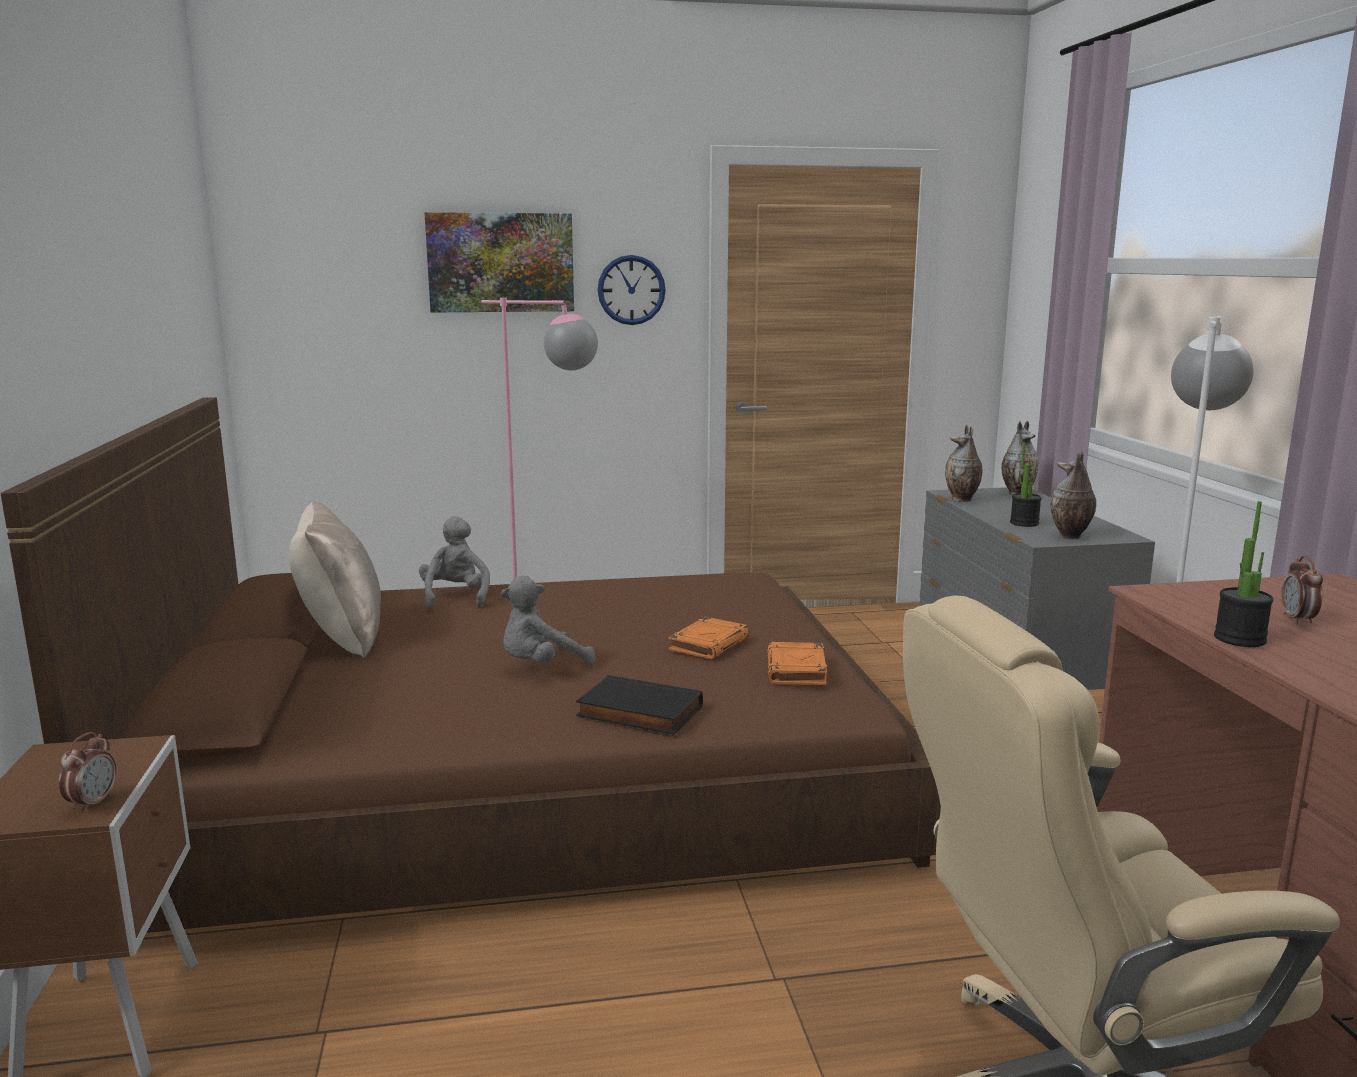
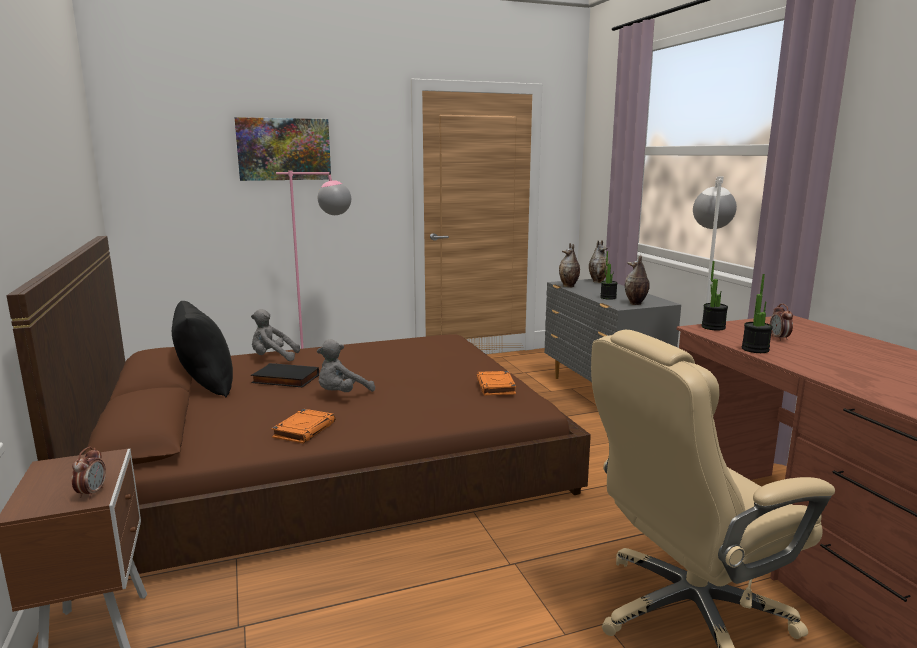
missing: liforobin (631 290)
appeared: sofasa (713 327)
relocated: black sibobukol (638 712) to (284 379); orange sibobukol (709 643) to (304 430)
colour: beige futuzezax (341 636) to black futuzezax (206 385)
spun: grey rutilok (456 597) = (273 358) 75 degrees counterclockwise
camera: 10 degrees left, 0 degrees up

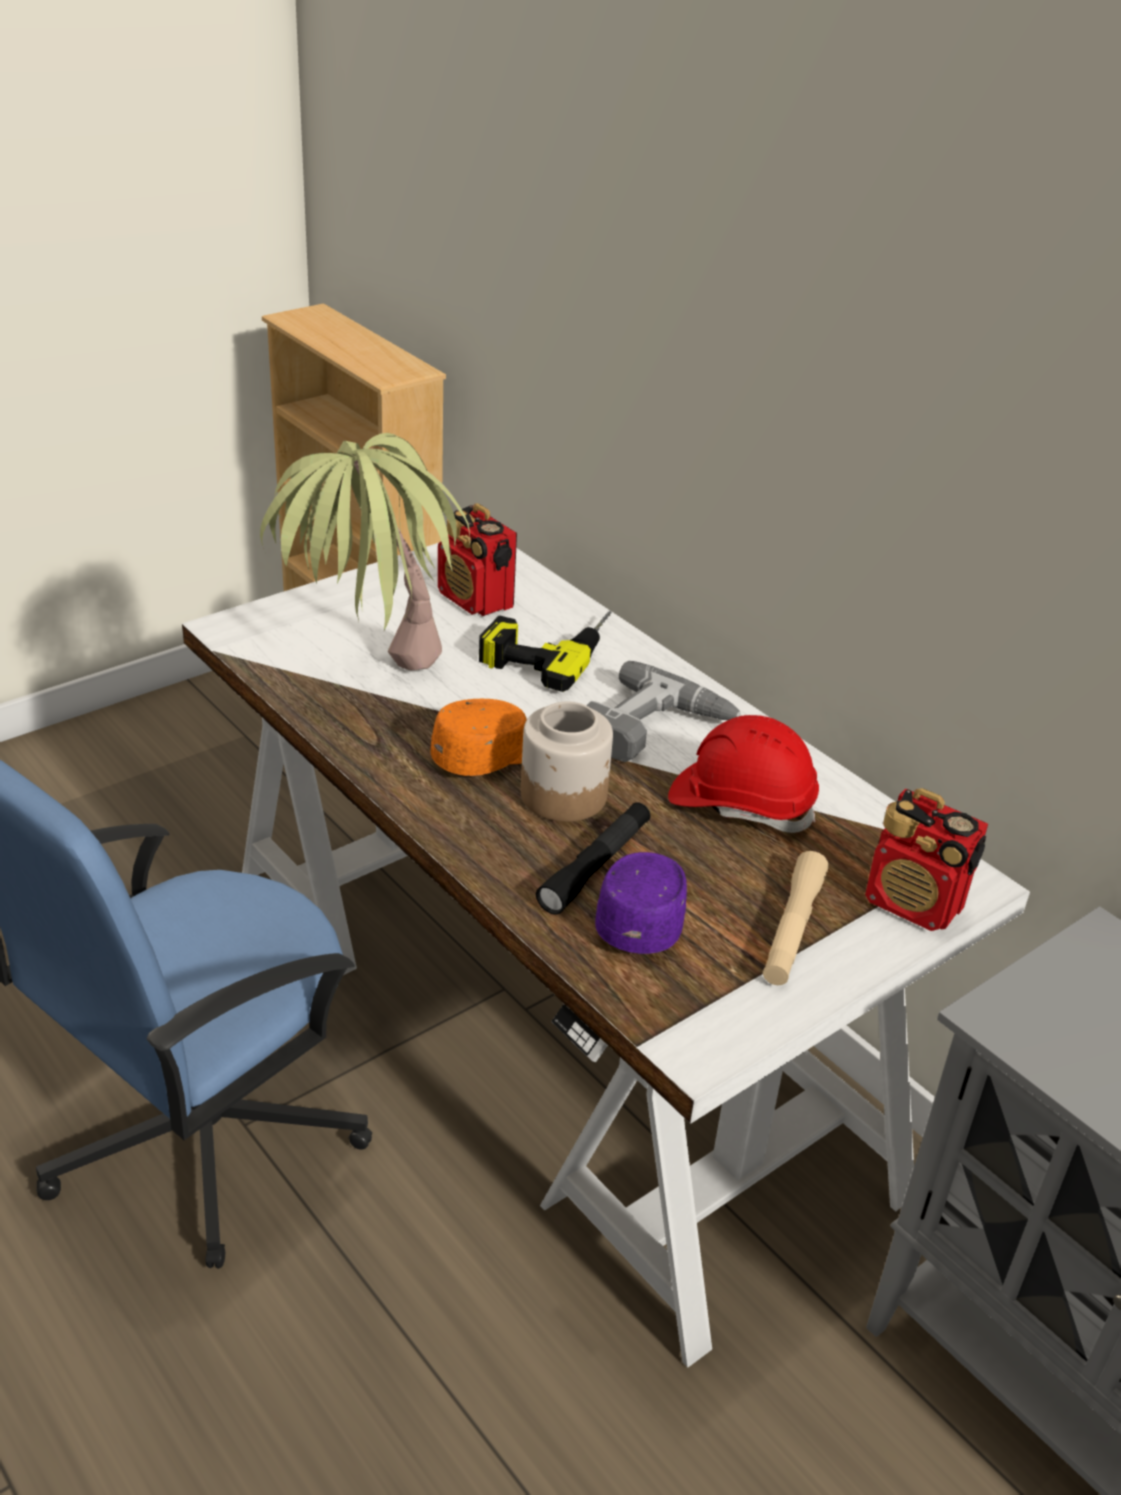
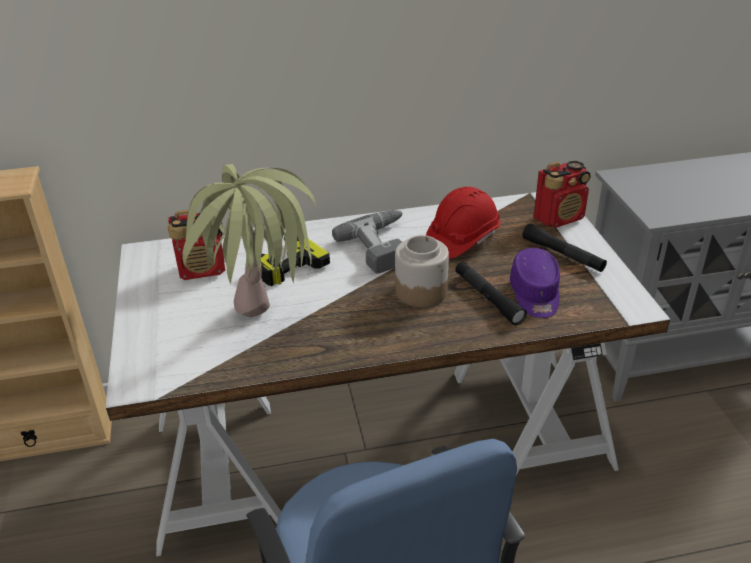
missing: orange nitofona (488 755)
colour: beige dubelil (792 929) to black dubelil (562 255)
spun: purple nitofona (643 917) = (535 295) 135 degrees counterclockwise
camera: 60 degrees left, 0 degrees up

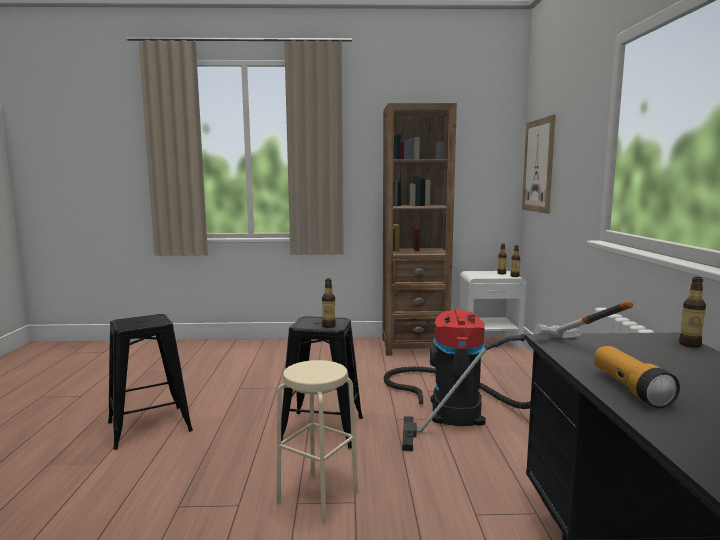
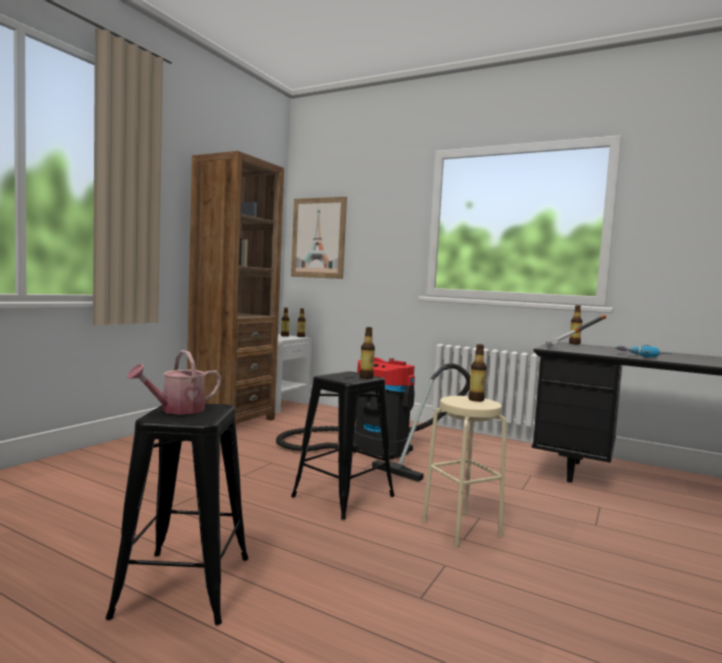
appeared: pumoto (177 410); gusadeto (476 400)
exchanged: dubelil (630 389) to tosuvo (641 356)
camera: 60 degrees left, 5 degrees down

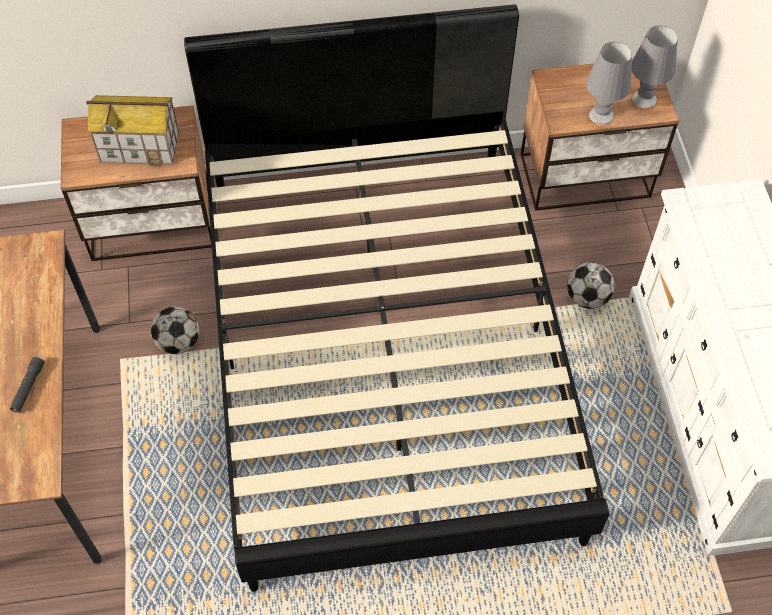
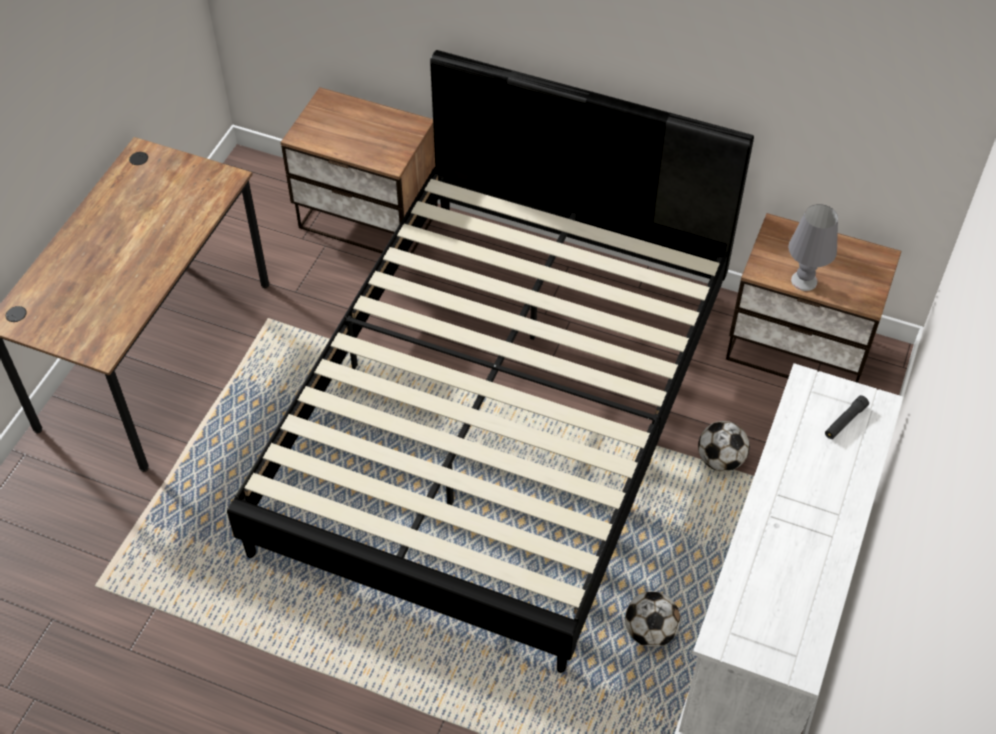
missing: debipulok (140 146); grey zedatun (644 99)
relocated: black dubelil (28 388) to (845 421); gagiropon (178 342) to (650 631)
camera: 30 degrees right, 5 degrees down

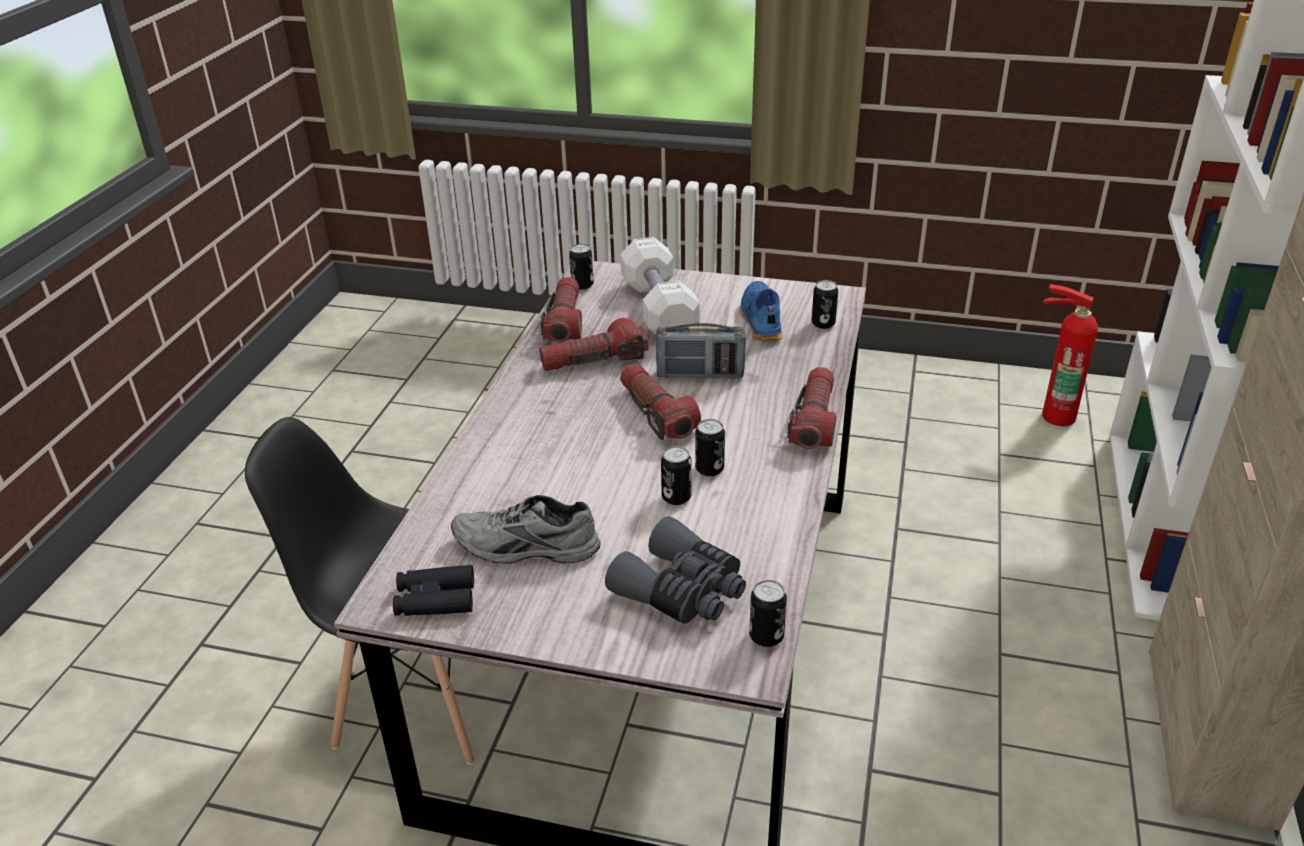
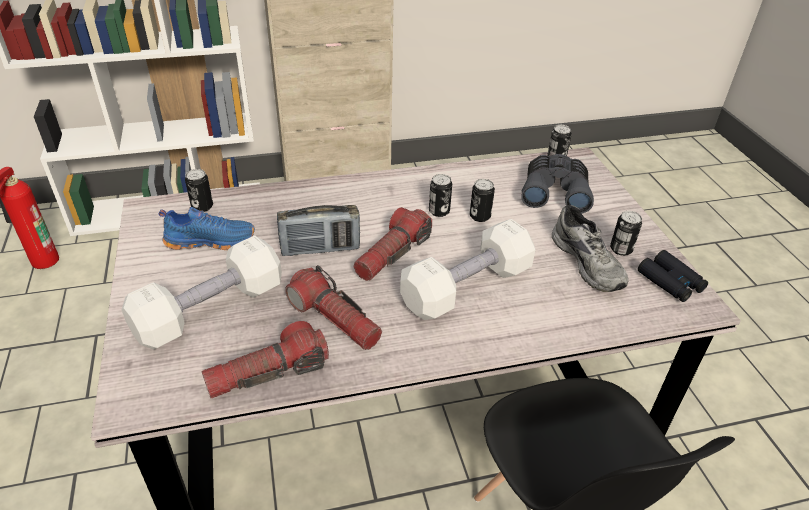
missing: dubelil (814 421)
appeared: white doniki (466 287)
relocated: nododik (582 285) to (621 249)
spun: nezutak (700 374) = (320 249) 105 degrees clockwise; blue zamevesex (760 321) = (211 240) 150 degrees counterclockwise
camera: 120 degrees left, 5 degrees up

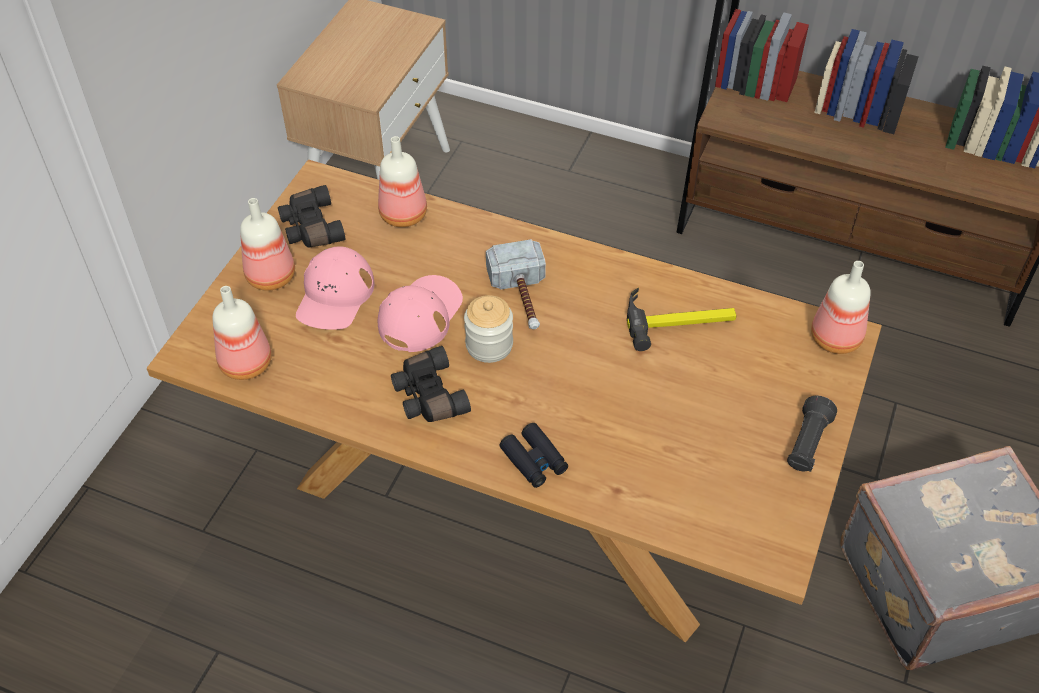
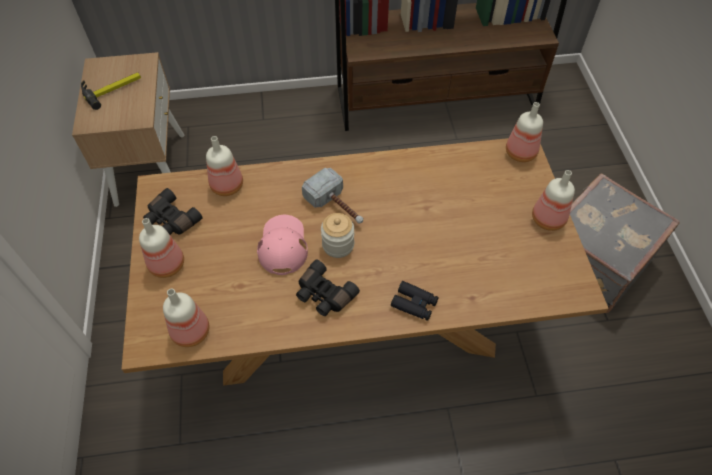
missing: pink nitofona (335 295)
relocated: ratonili (679 320) to (113 88)
exchanged: black dubelil (807 444) to gusadeto (549 220)
camera: 30 degrees left, 5 degrees up

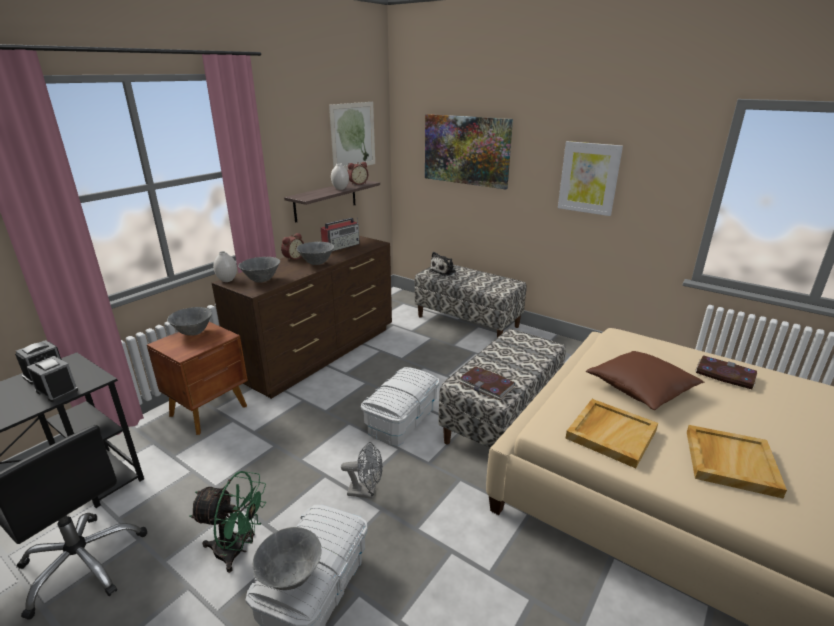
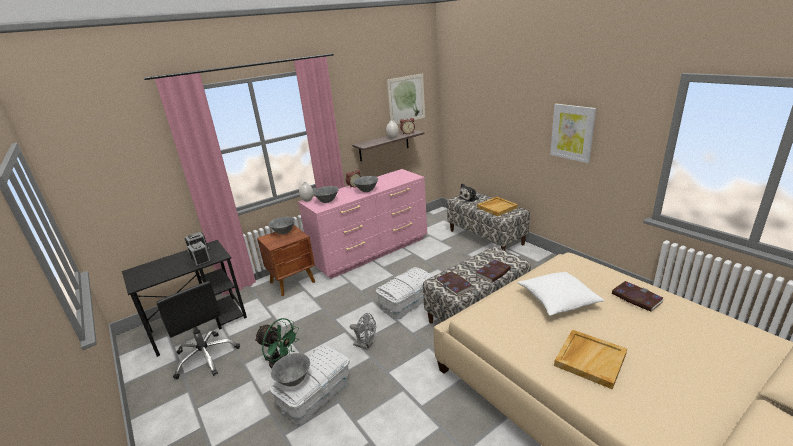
missing: nezutak (341 246); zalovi (466 150)
appeared: sibobukol (493 272)
relocated: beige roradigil (610 433) to (497 207)
colour: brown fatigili (320 353) to pink fatigili (372 251); brown futuzezax (640 389) to white futuzezax (558 300)
camera: 20 degrees right, 0 degrees up

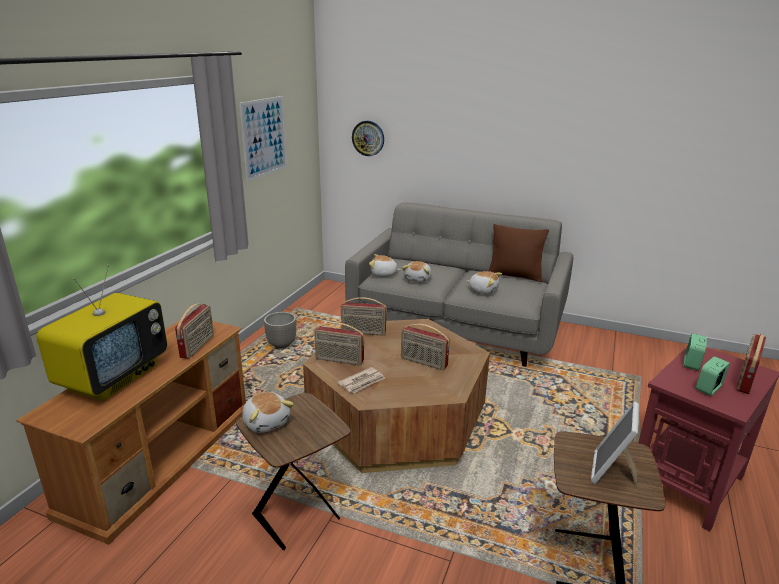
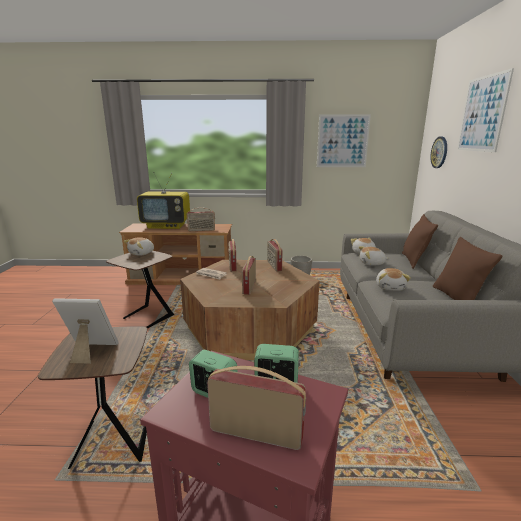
appeared: brown futuzezax (414 261); zalovi (482 114)
camera: 70 degrees right, 5 degrees down

